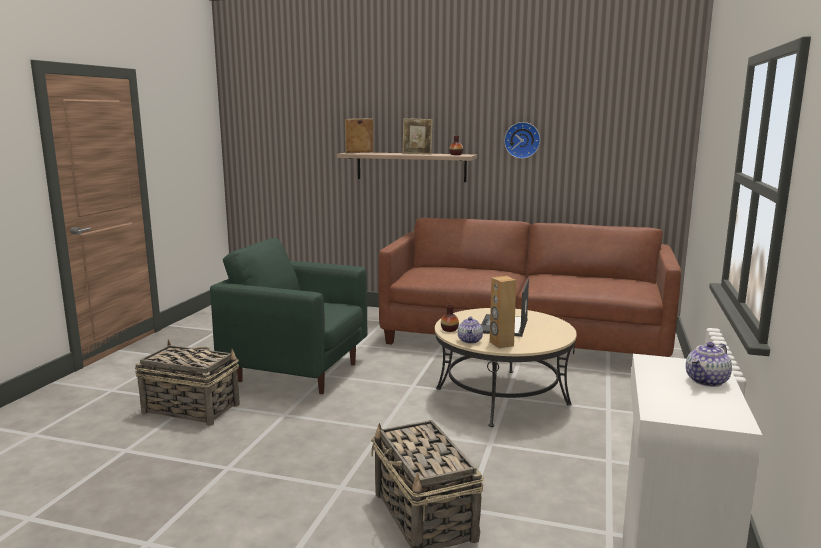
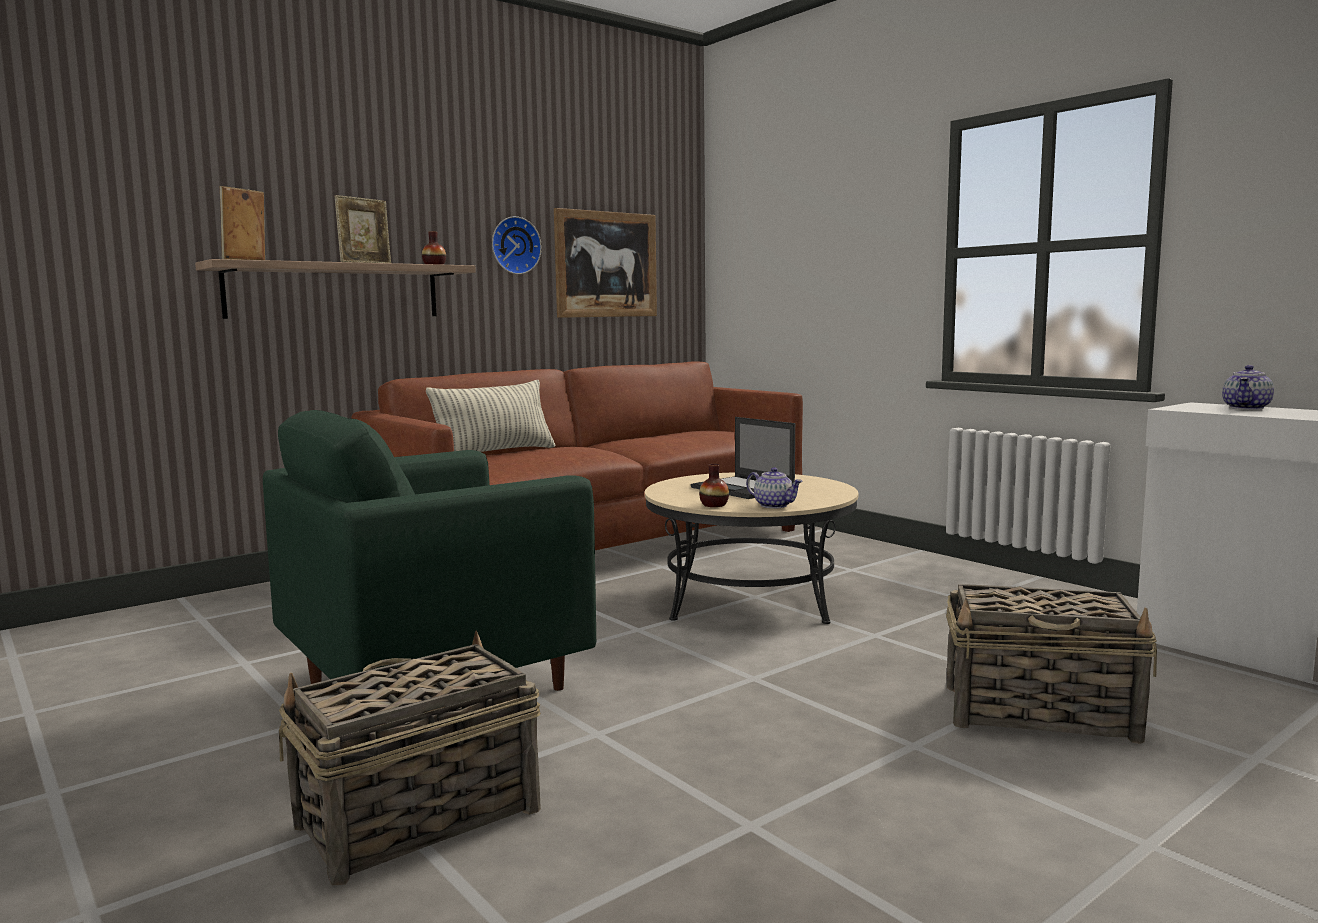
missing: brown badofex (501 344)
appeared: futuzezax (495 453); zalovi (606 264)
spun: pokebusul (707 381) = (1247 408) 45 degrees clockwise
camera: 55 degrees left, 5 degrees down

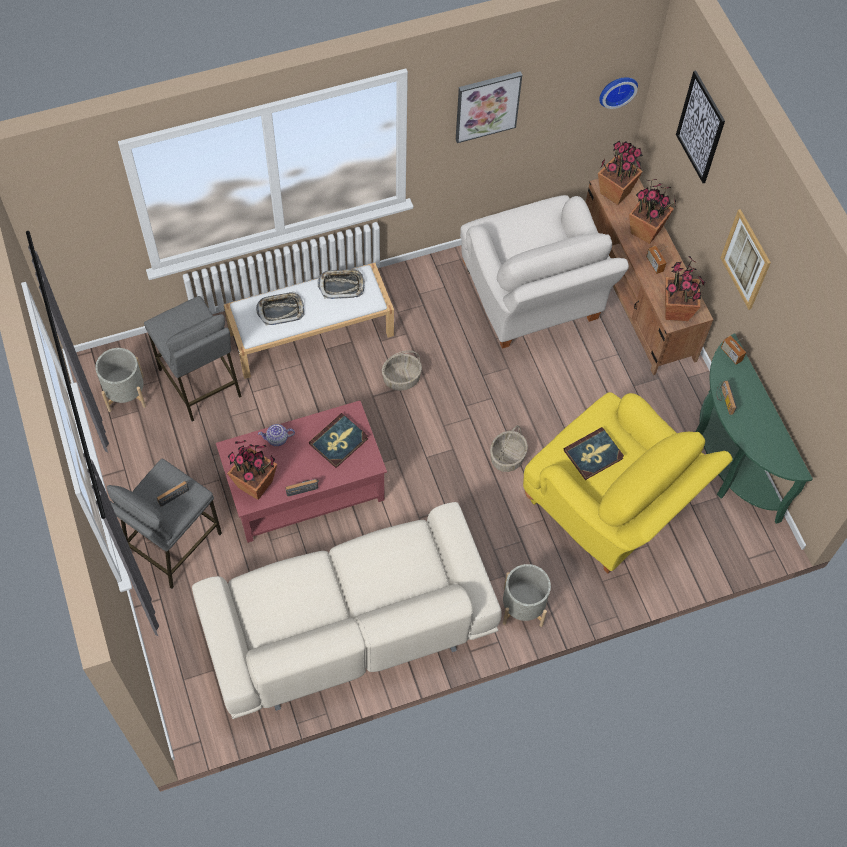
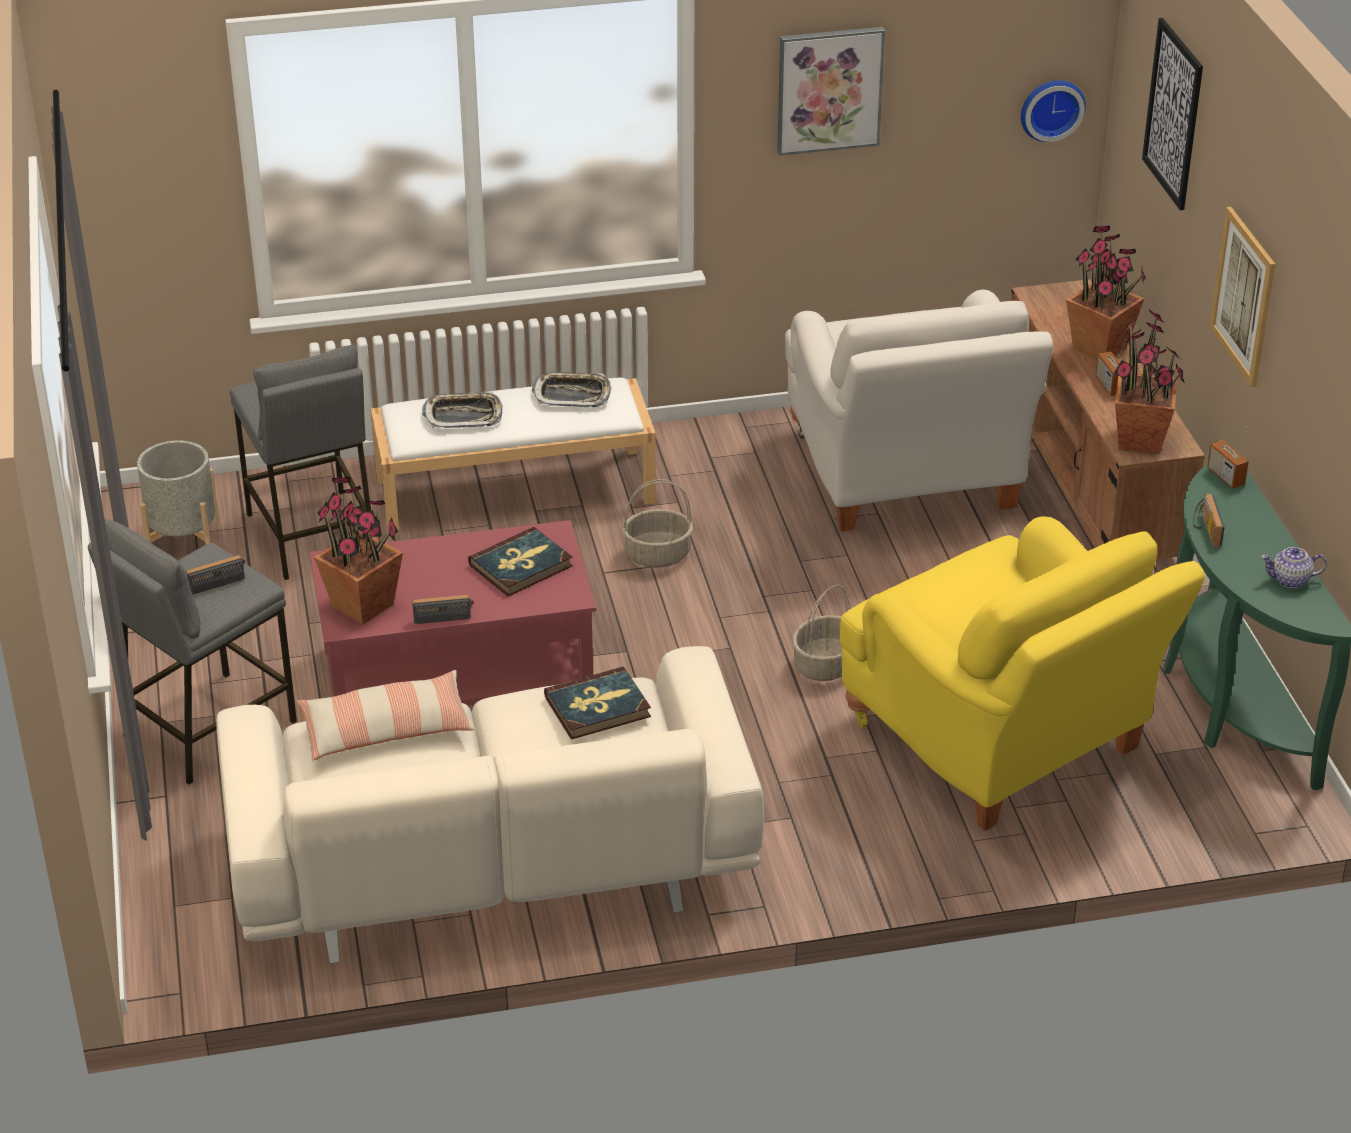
missing: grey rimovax (523 606); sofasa (615 192)
appeared: futuzezax (386 730)
relocated: pokebusul (277 439) to (1291 580); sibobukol (593 455) to (597 707)
camera: 10 degrees right, 25 degrees down

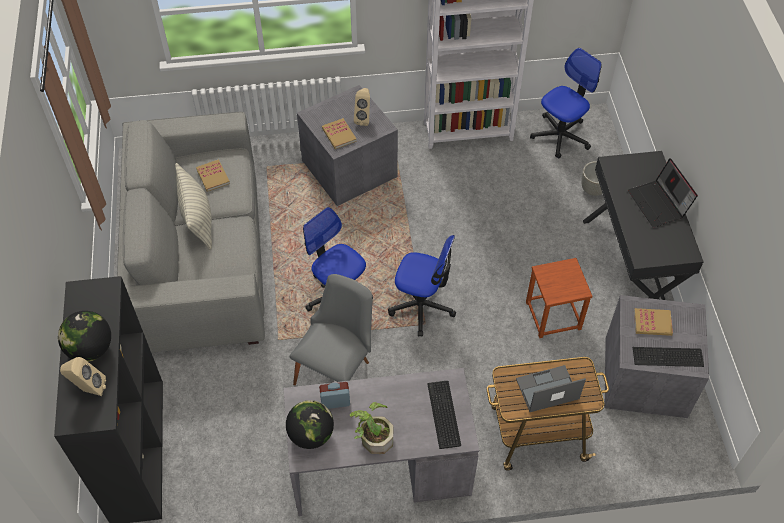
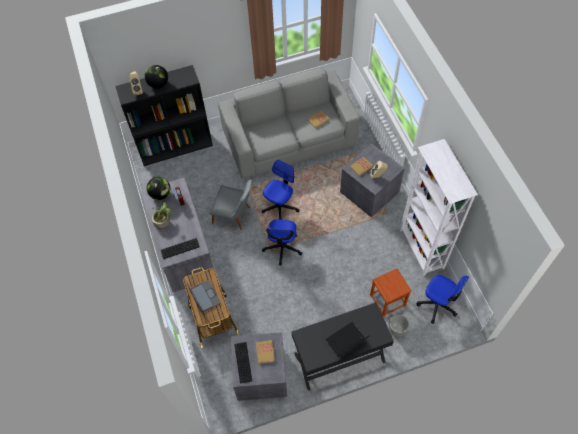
missing: futuzezax (198 219)
relocated: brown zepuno (552 315) to (387 300)
camera: 80 degrees right, 5 degrees up

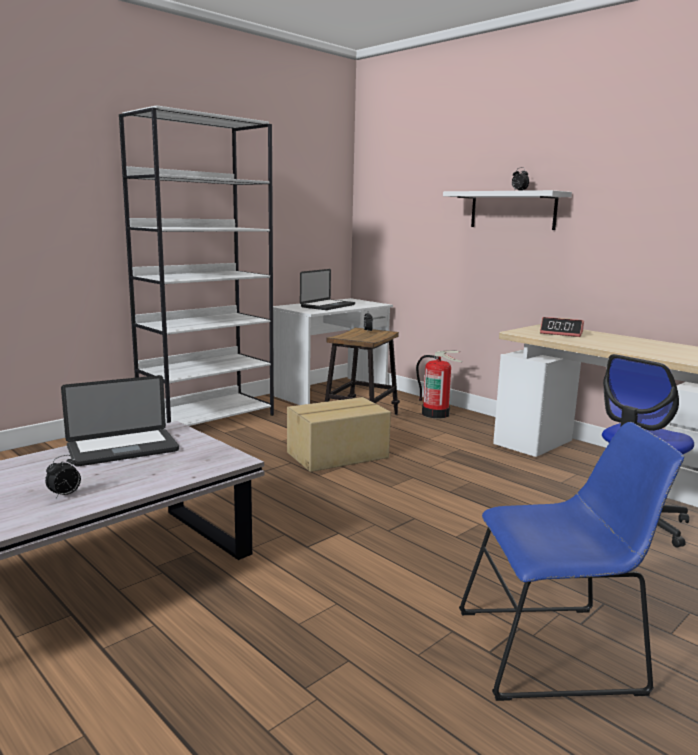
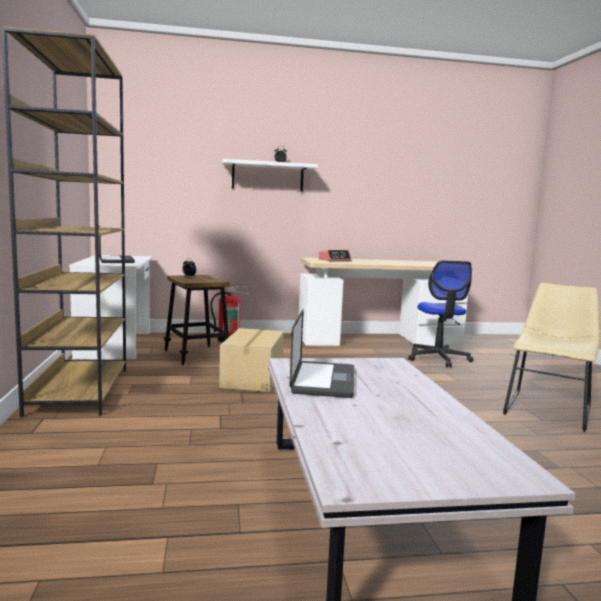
missing: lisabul (65 495)
colour: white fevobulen (208 419) to brown fevobulen (79 390); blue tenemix (556 650) to beige tenemix (548 409)
camera: 55 degrees left, 5 degrees down

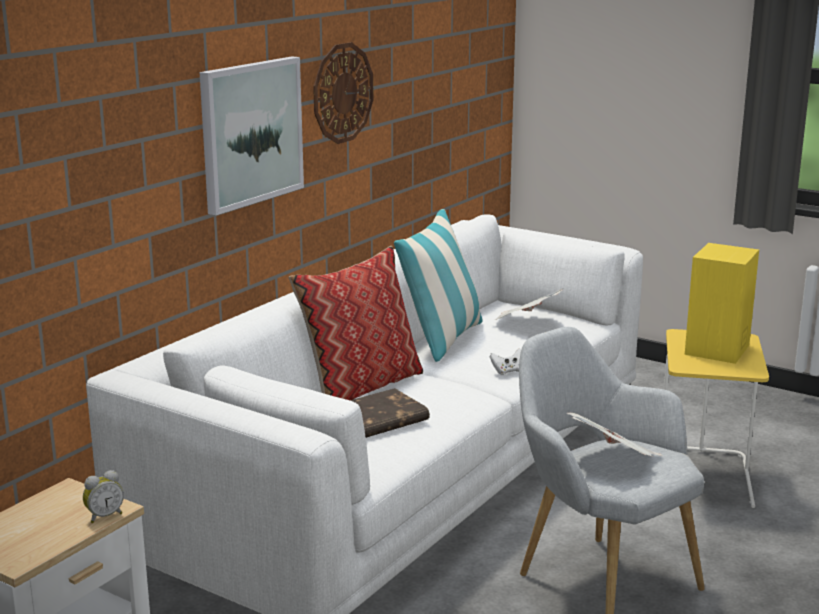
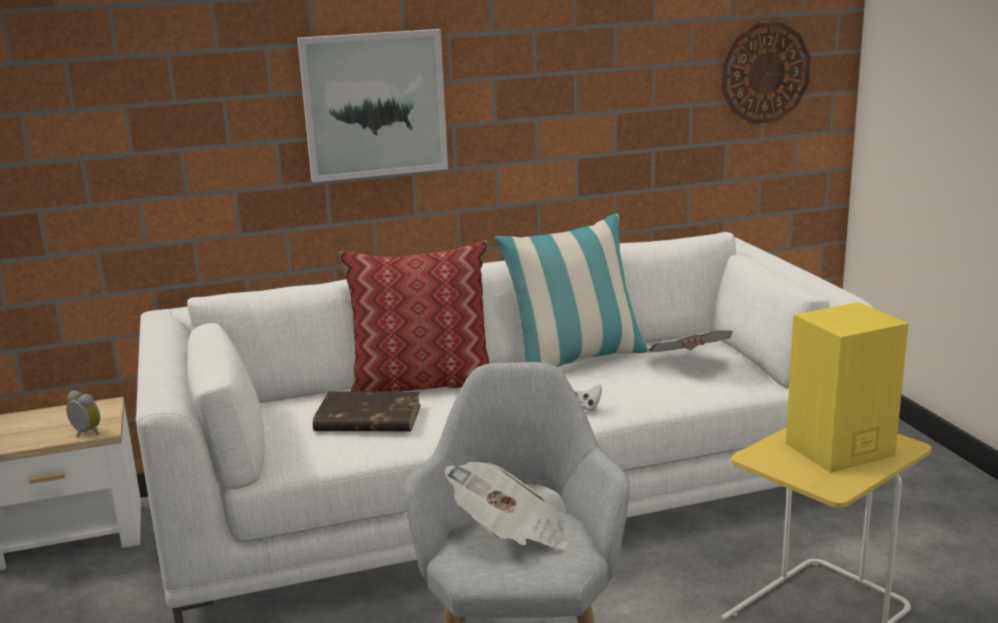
relocated: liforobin (342 93) to (765 73)
spun: lisabul (104 516) = (85 434) 150 degrees counterclockwise
camera: 40 degrees right, 0 degrees up

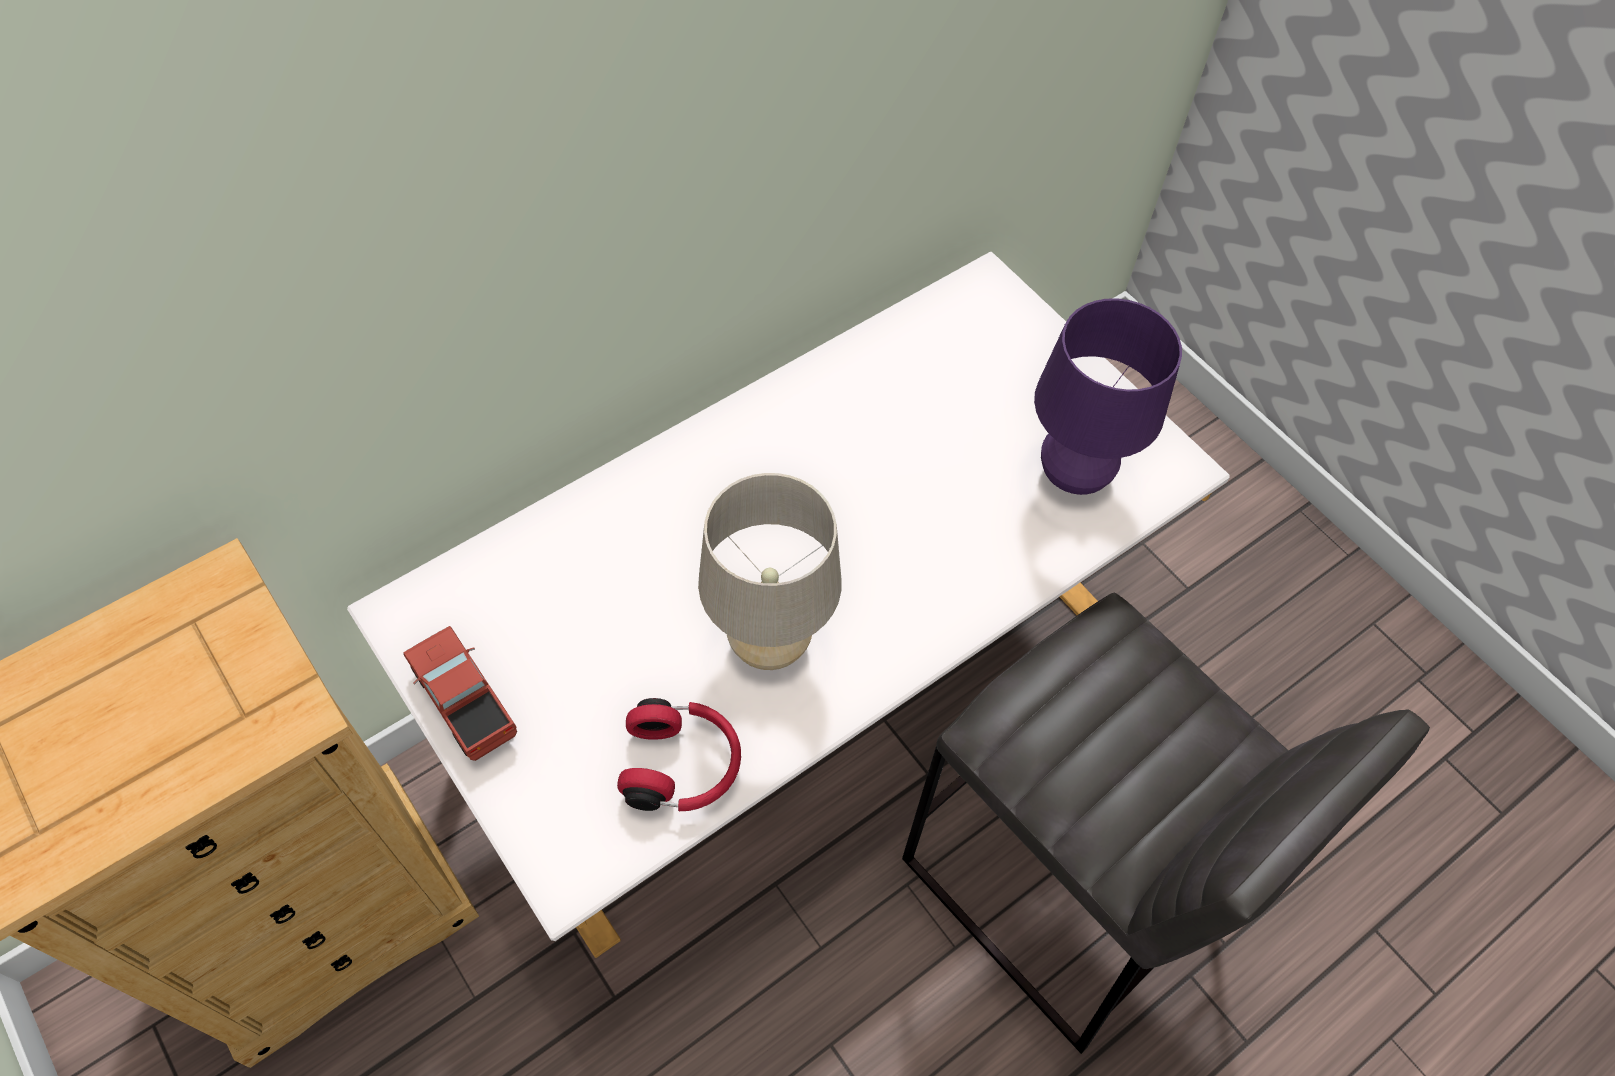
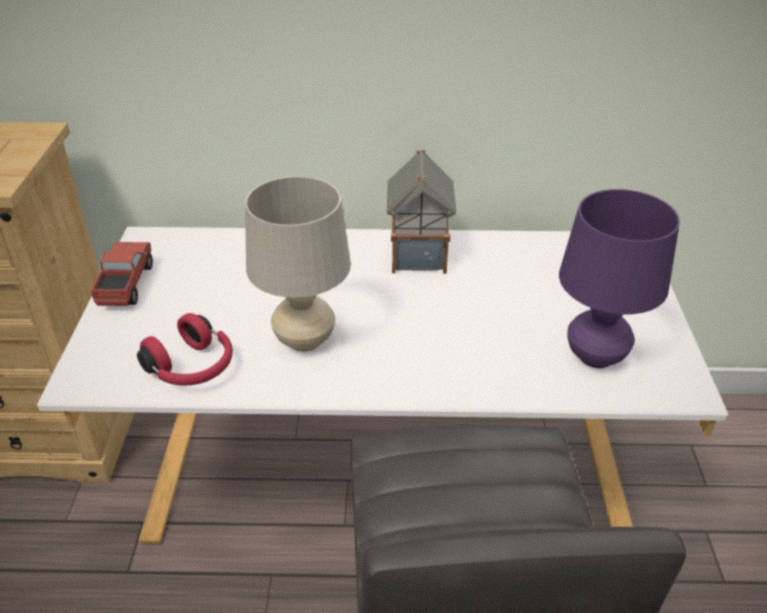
appeared: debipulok (418 256)
camera: 40 degrees right, 20 degrees down

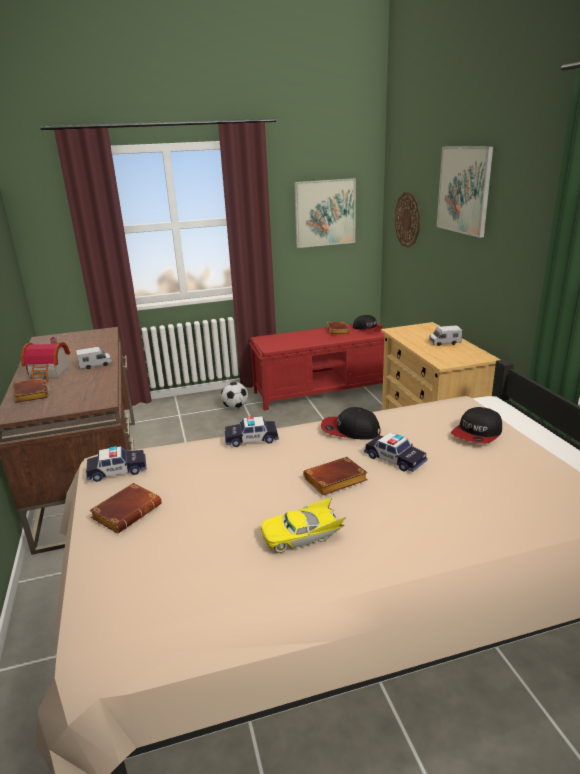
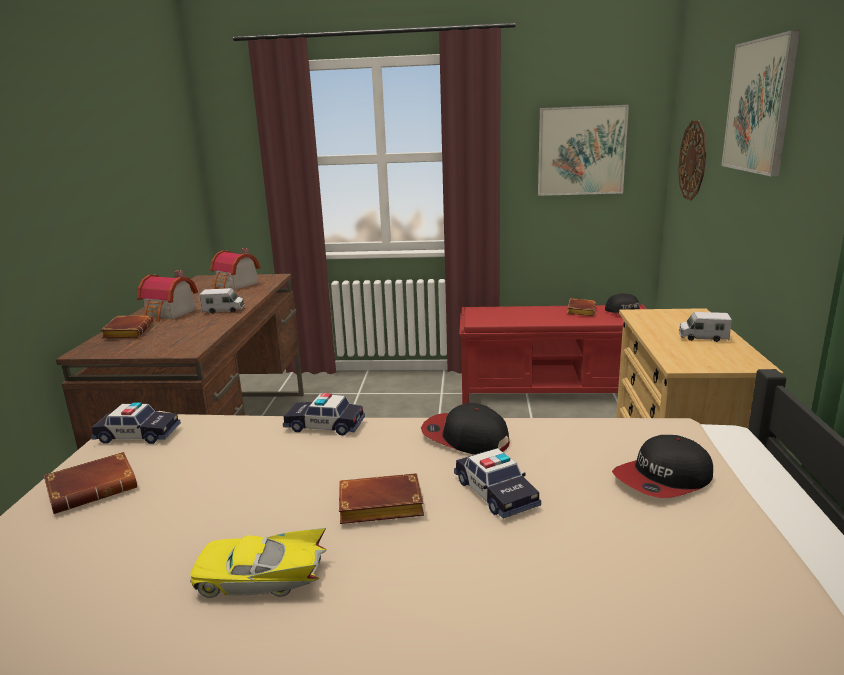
missing: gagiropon (235 407)
appeared: debipulok (236 285)
camera: 20 degrees right, 5 degrees down

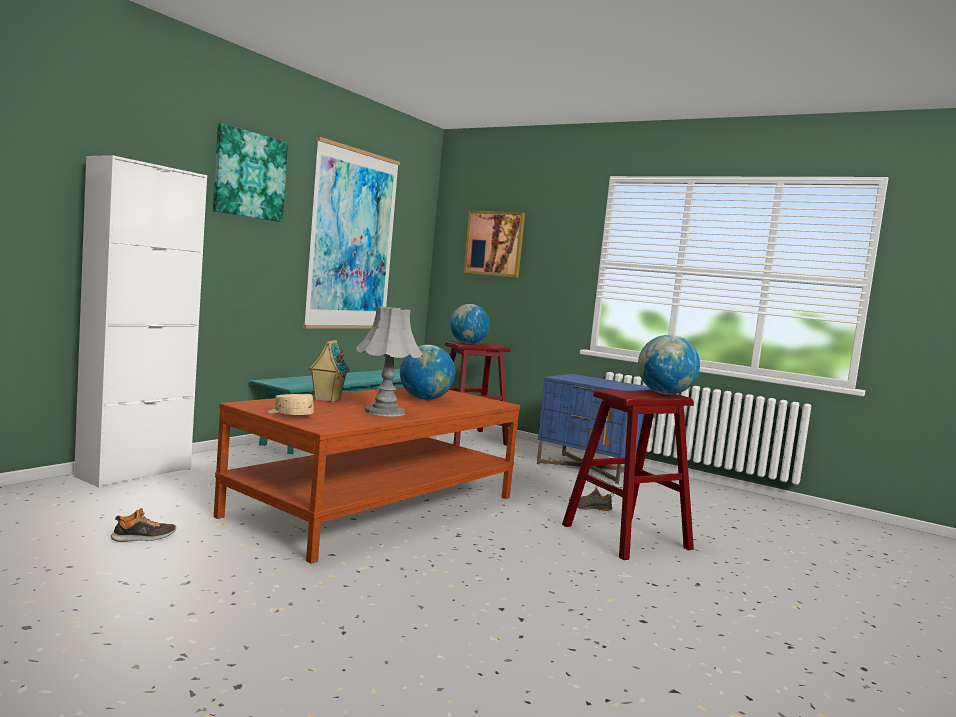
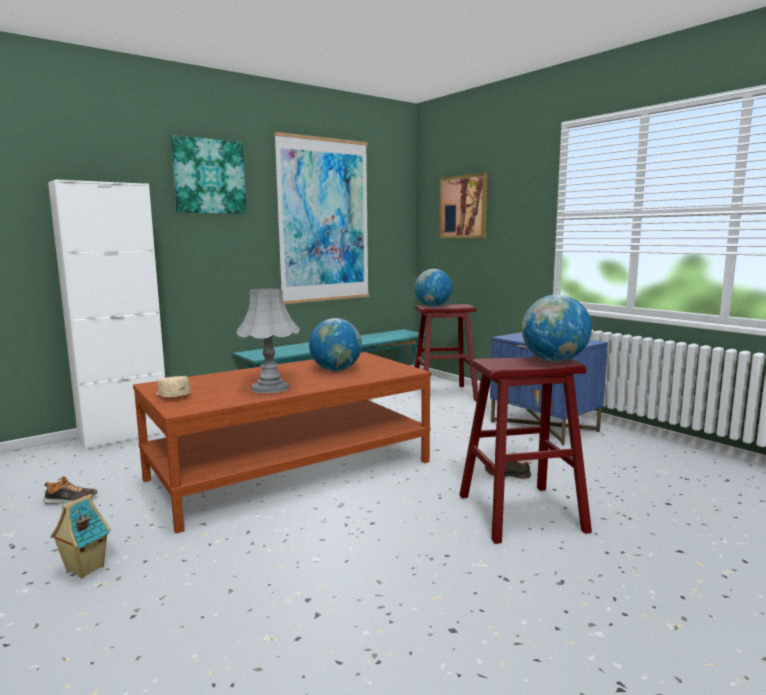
relocated: debipulok (326 399) to (84 569)
camera: 20 degrees right, 5 degrees up

